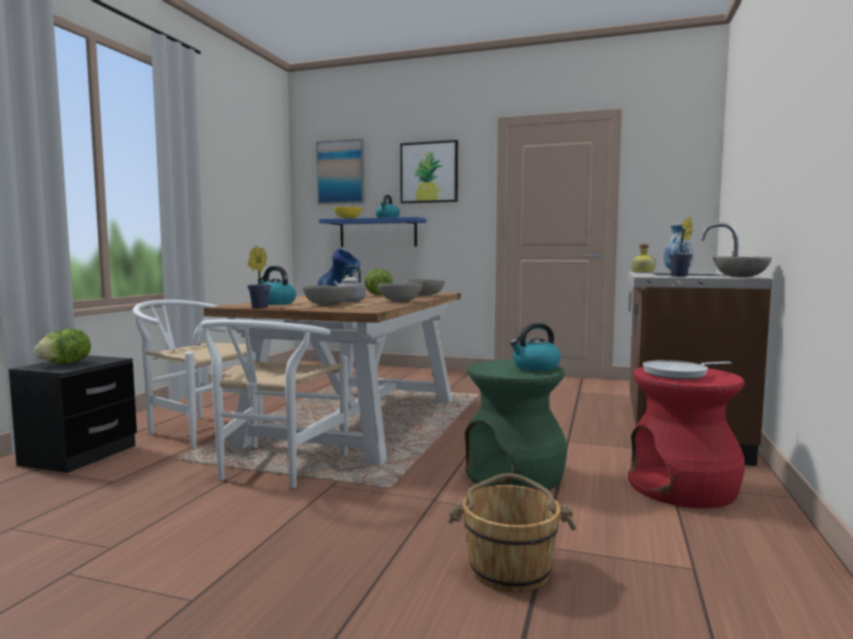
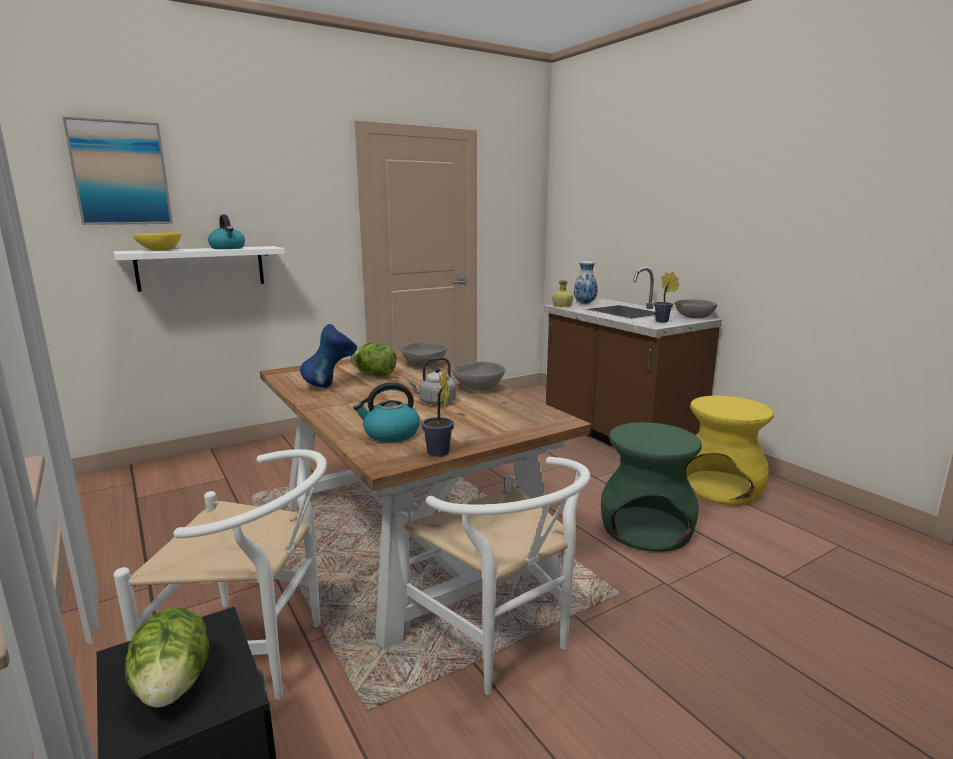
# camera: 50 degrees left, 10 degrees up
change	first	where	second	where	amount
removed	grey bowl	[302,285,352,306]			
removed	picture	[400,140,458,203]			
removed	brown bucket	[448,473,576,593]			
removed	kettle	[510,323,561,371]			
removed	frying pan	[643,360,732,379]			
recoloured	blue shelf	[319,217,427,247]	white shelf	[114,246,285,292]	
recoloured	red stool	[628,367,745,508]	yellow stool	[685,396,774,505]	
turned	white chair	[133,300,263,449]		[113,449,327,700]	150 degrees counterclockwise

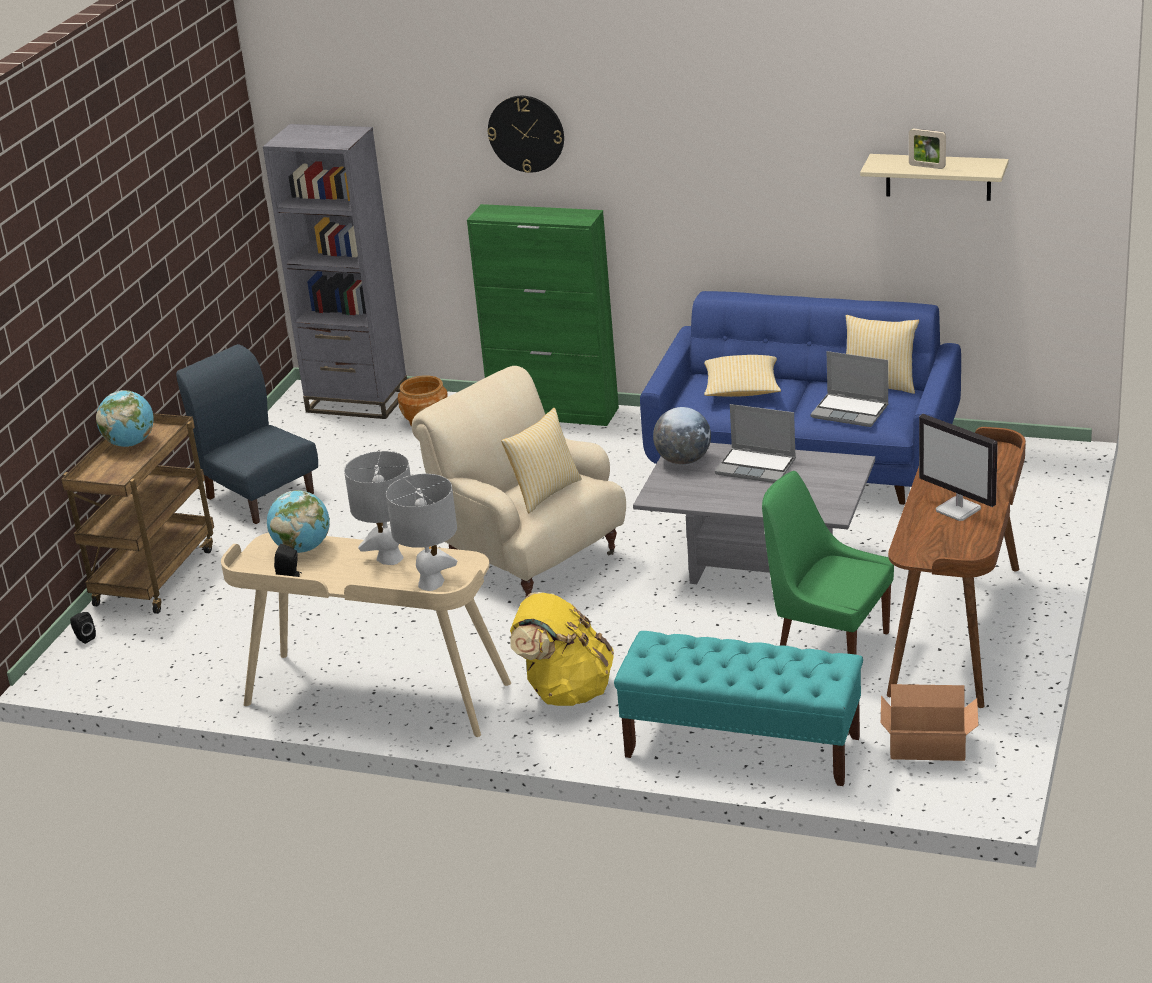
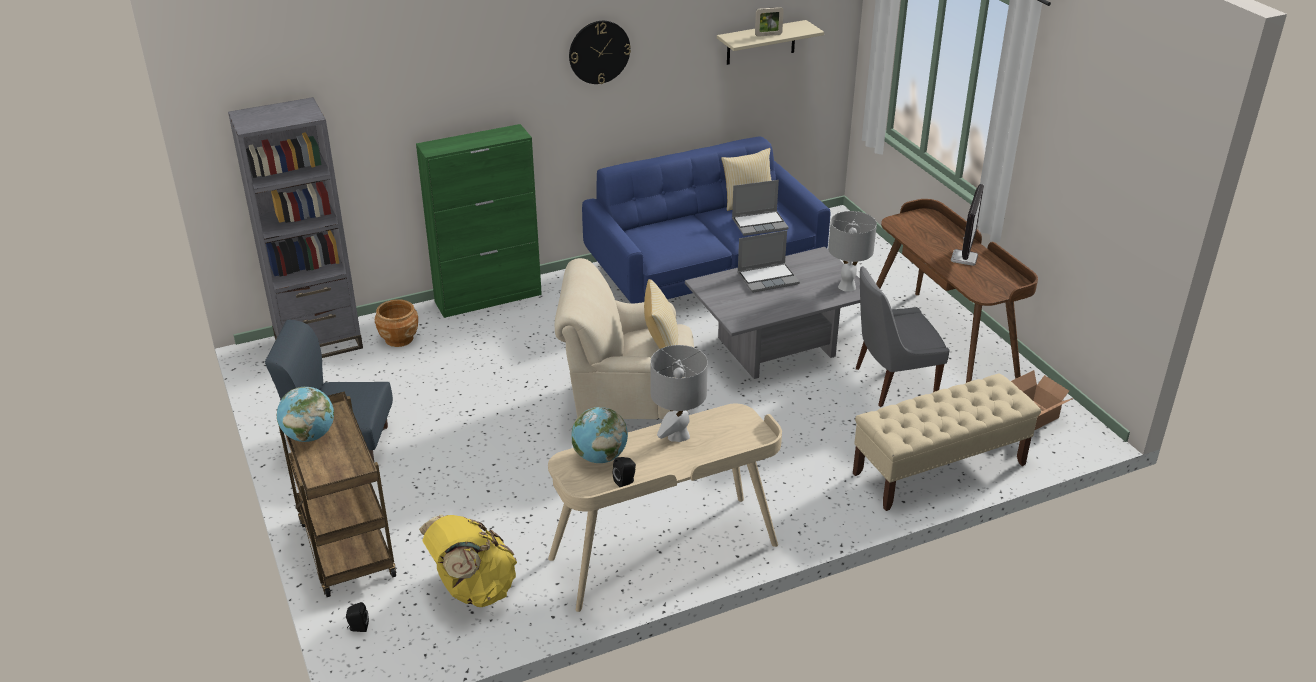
# camera: 45 degrees left, 5 degrees up
change	first	where	second	where	amount
removed	globe	[653,407,711,465]			
removed	pillow	[704,355,781,397]			
moved	grey table lamp	[386,474,457,591]		[828,211,877,292]	
moved	wall clock	[487,96,564,173]		[569,21,631,84]	
moved	yellow backpack	[510,592,614,706]		[419,514,517,607]	
recoloured	turquoise bench	[614,631,863,786]	beige bench	[853,373,1041,511]	
recoloured	green chair	[762,471,894,655]	grey chair	[856,266,950,407]	
turned	monitor	[919,414,998,521]		[951,184,984,266]	75 degrees counterclockwise

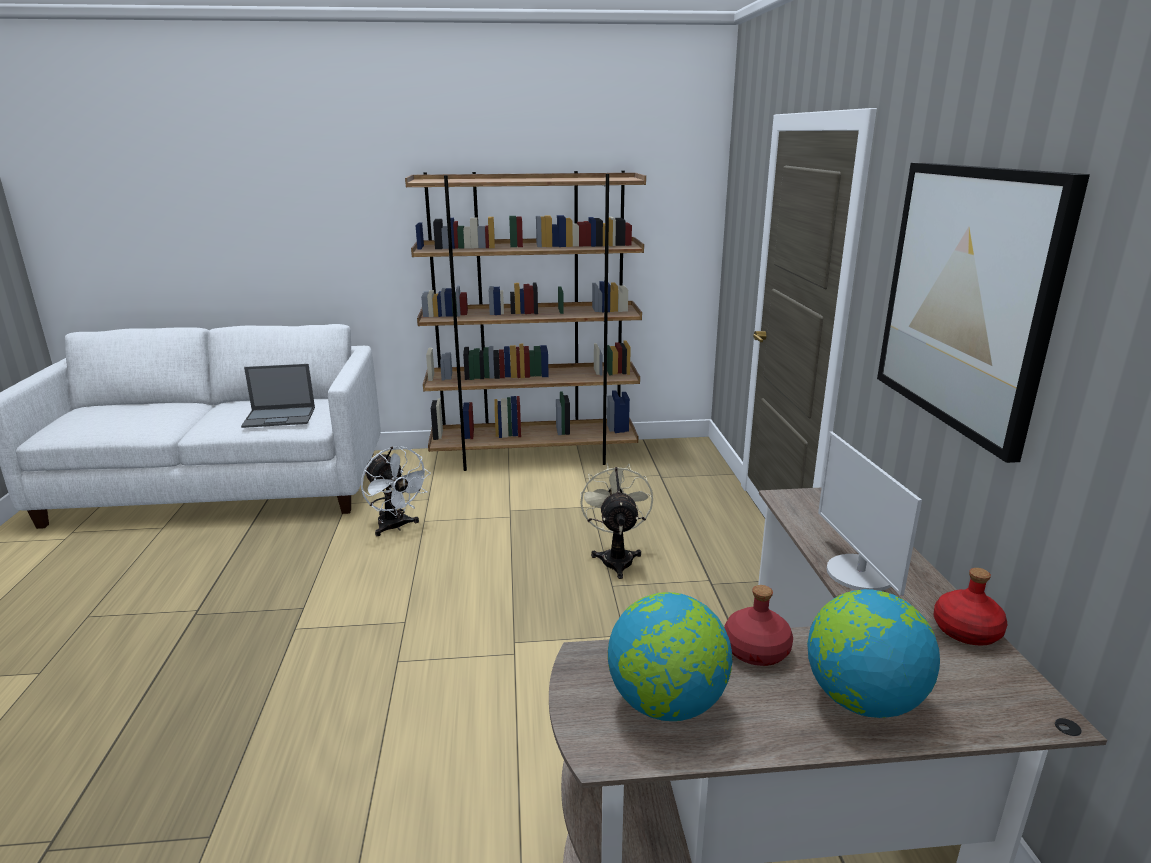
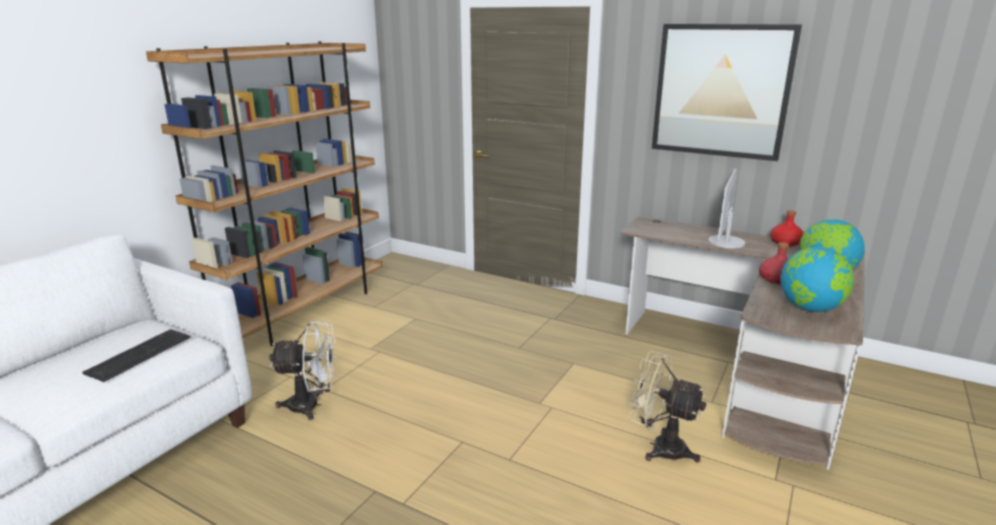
# camera: 55 degrees left, 0 degrees up
change	first	where	second	where	amount
moved	beige fan	[580,463,653,579]		[628,351,706,463]	
replaced	laptop	[241,364,315,428]	keyboard	[82,329,191,382]	
turned	monitor	[818,431,922,596]		[708,169,745,248]	90 degrees clockwise

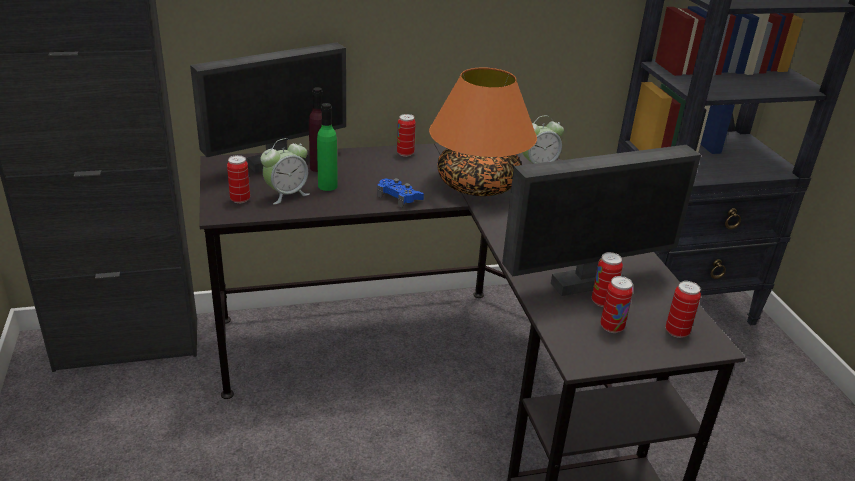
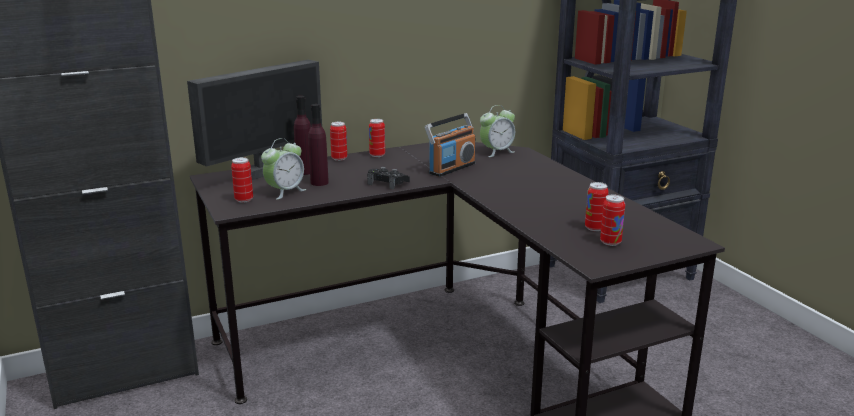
# camera: 10 degrees left, 10 degrees down
change	first	where	second	where	amount
removed	monitor	[502,145,701,296]			
moved	can	[666,281,701,338]		[330,122,347,161]	
replaced	orange table lamp	[429,67,537,196]	radio	[425,113,476,177]	
recoloured	green bottle	[317,103,338,191]	purple bottle	[308,104,329,186]	
recoloured	blue game controller	[377,178,424,208]	black game controller	[367,167,410,189]	

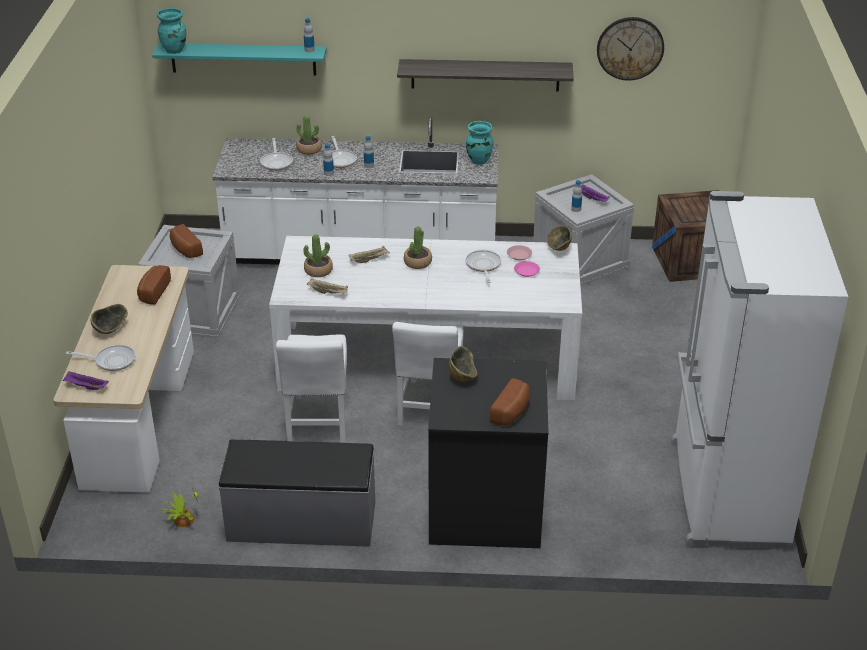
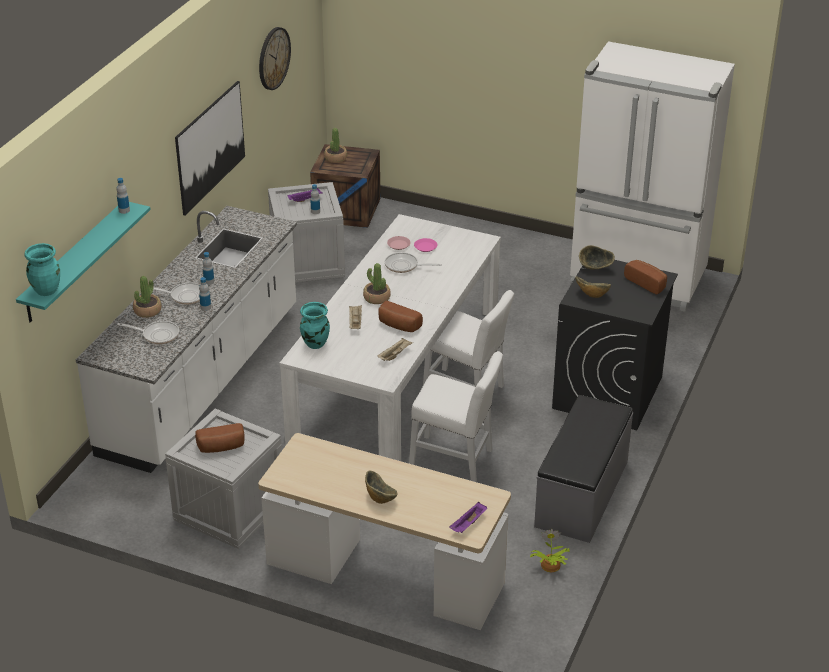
# camera: 70 degrees left, 0 degrees up
change	first	where	second	where	amount
removed	frying pan	[66,345,136,371]			
moved	bread	[137,265,171,305]		[378,301,423,332]	
moved	potted plant	[303,234,333,277]		[324,128,347,163]	
moved	turquoise vase	[466,121,493,165]		[300,302,330,349]	
moved	bowl	[546,226,572,251]		[579,245,615,269]	
replaced	shelf	[397,59,574,92]	picture	[175,81,245,215]	

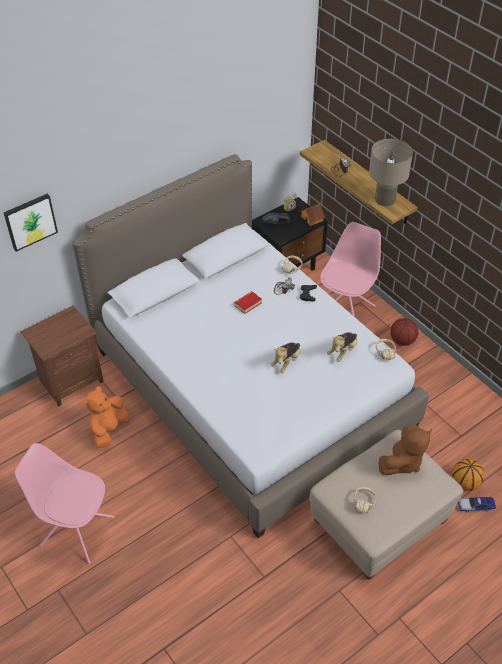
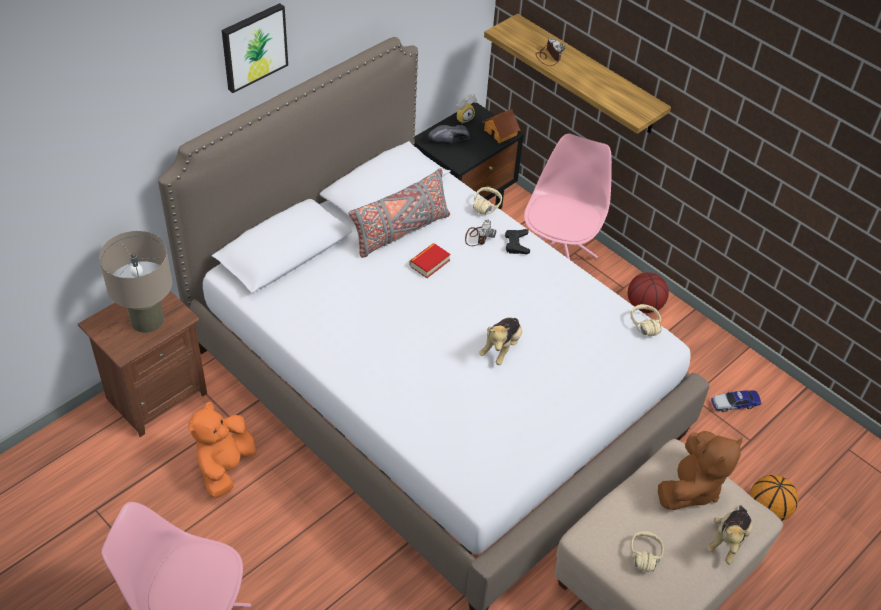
# camera: 10 degrees left, 0 degrees up
change	first	where	second	where	amount
added			grey pillow	[349,168,450,258]	
moved	picture	[4,194,58,252]		[222,3,288,93]	
moved	plush toy	[327,332,357,362]		[707,506,753,564]	
moved	beige table lamp	[369,139,413,206]		[99,231,172,333]	
moved	toy car	[458,496,496,512]		[711,390,762,412]	

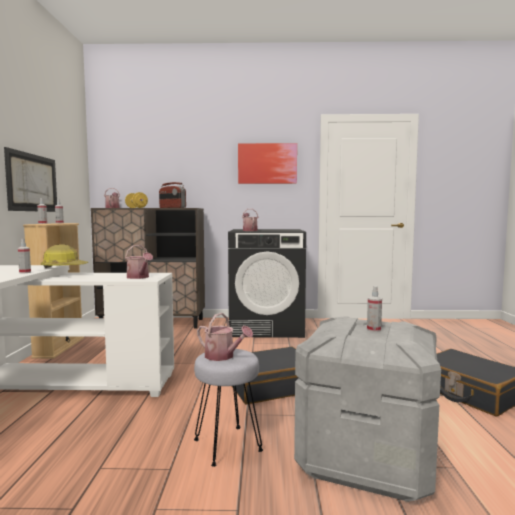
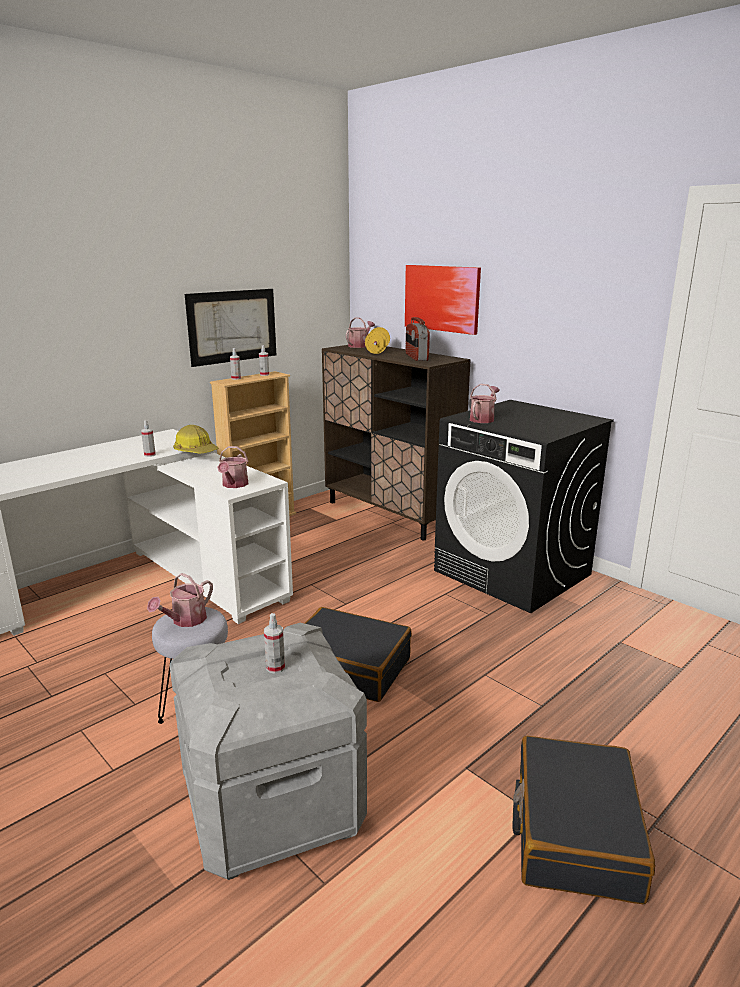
# camera: 45 degrees right, 15 degrees up
change	first	where	second	where	amount
moved	picture	[238,143,297,184]		[405,265,481,335]	
turned	watering can	[197,313,253,361]		[147,573,213,627]	45 degrees clockwise

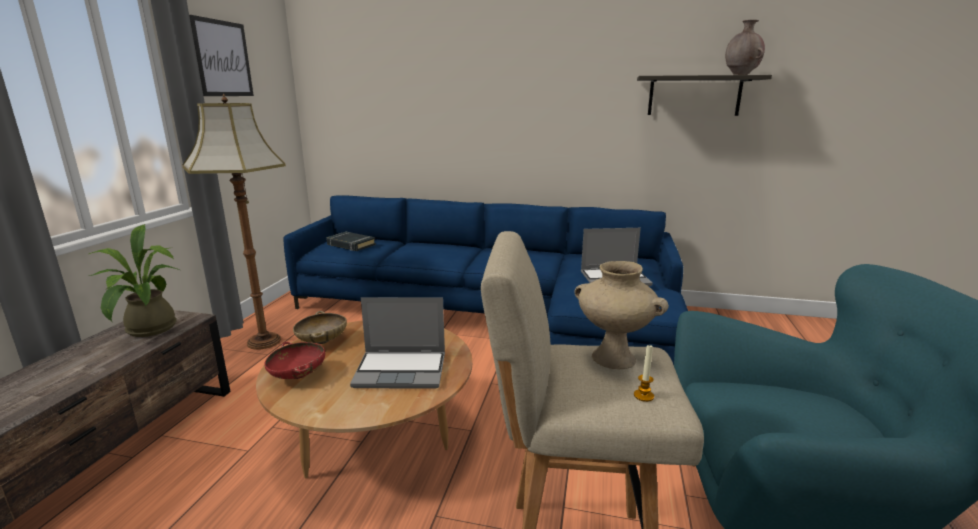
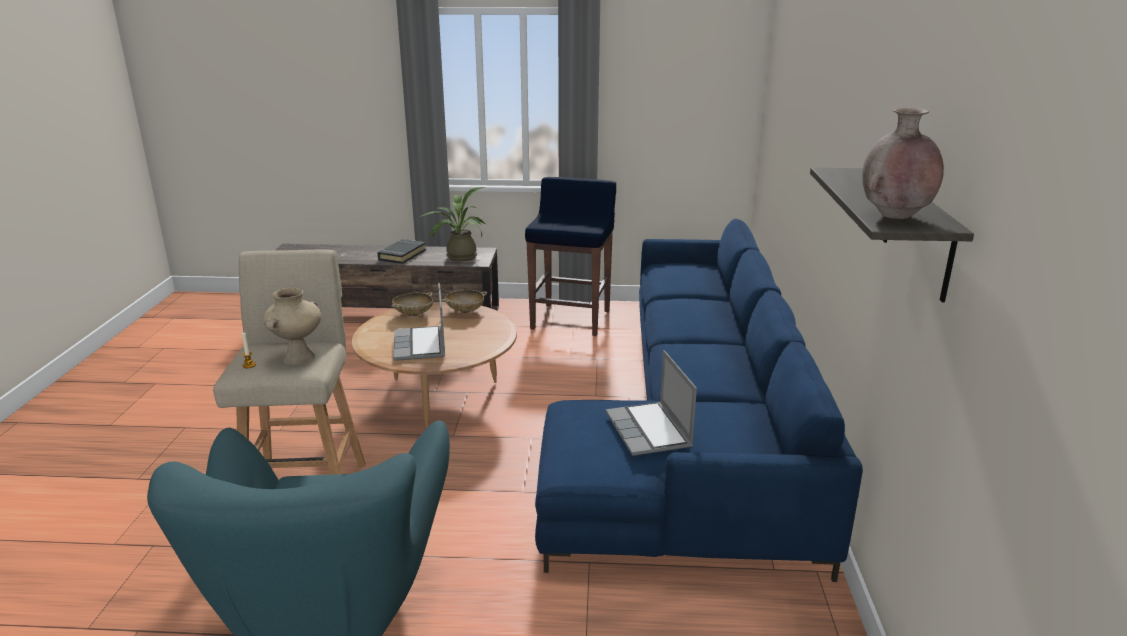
# camera: 80 degrees right, 5 degrees up
change	first	where	second	where	amount
removed	picture	[189,15,254,96]			
moved	black book	[326,232,376,251]		[377,239,426,264]	
replaced	floor lamp	[182,94,286,350]	blue stool	[525,177,616,336]	
recoloured	red bowl	[264,342,325,379]	beige bowl	[391,292,433,317]	

